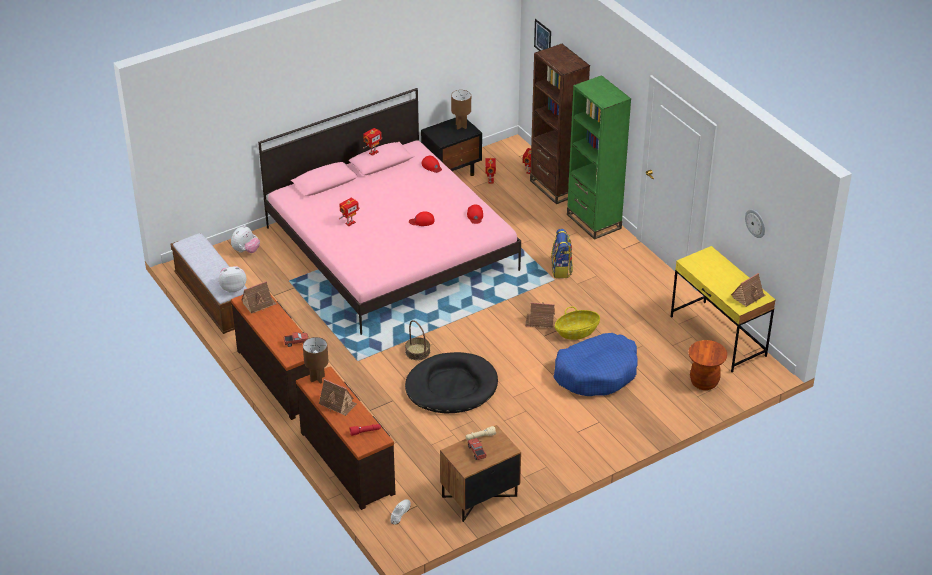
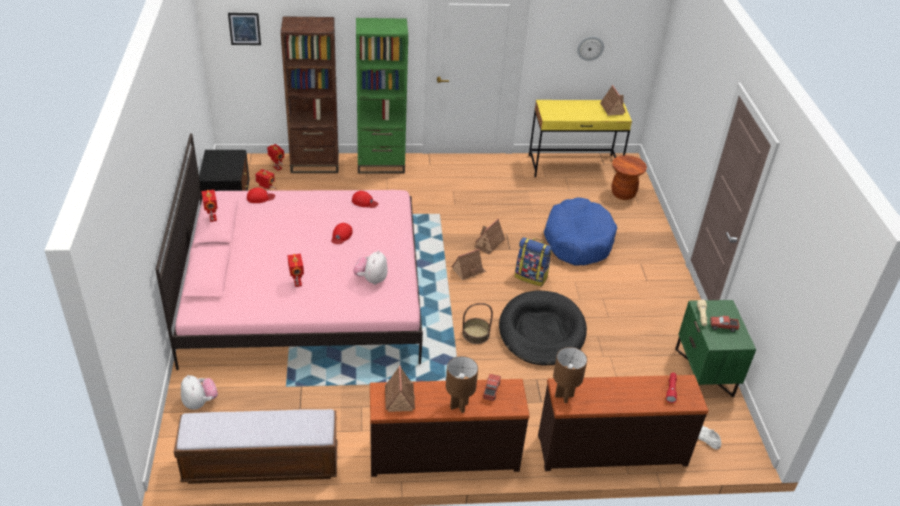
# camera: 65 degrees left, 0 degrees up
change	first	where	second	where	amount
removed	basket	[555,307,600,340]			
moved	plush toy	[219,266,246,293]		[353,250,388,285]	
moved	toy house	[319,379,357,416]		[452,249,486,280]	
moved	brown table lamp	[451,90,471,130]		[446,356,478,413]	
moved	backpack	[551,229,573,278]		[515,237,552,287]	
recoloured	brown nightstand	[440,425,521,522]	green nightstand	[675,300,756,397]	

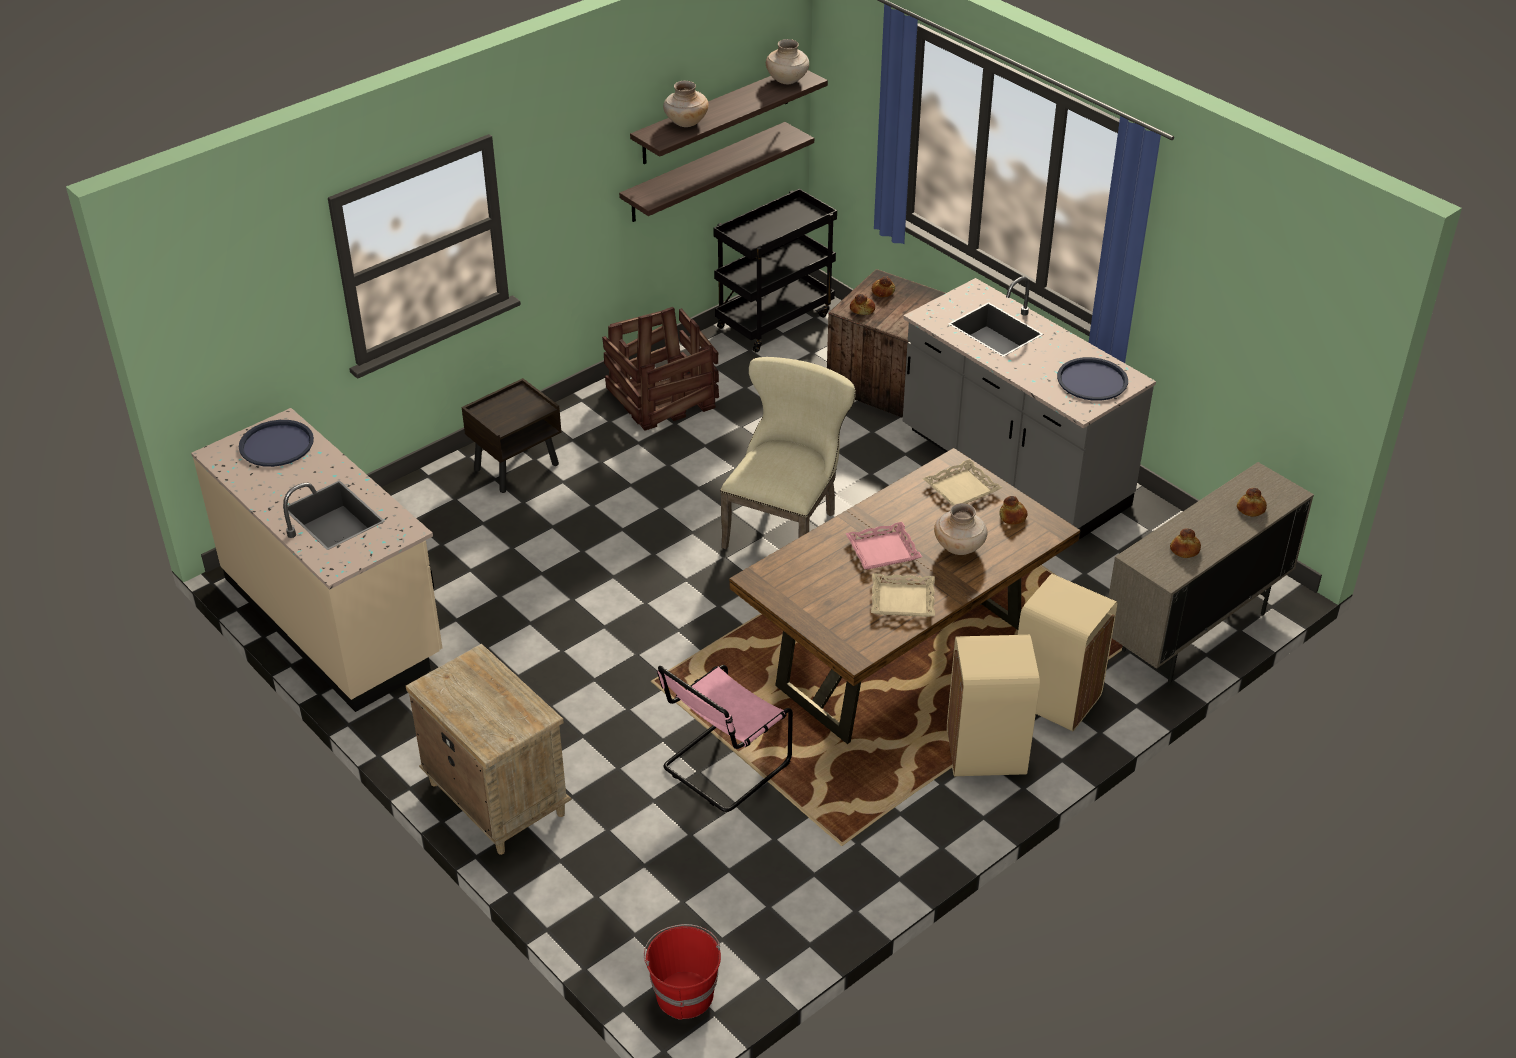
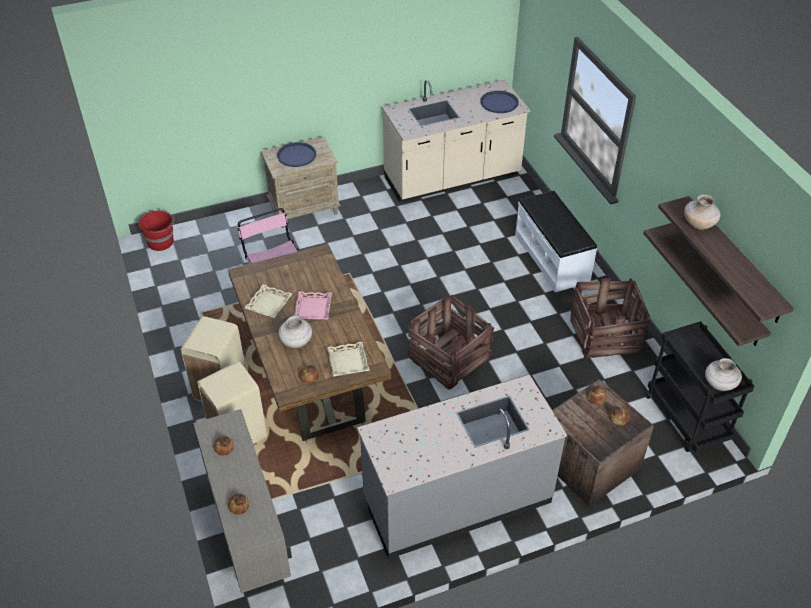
# camera: 110 degrees right, 5 degrees up
change	first	where	second	where	amount
moved	beige vase	[766,39,809,84]		[705,358,742,391]	
moved	blue tray	[1057,357,1128,401]		[277,142,316,167]	
replaced	brown nightstand	[462,378,561,493]	white bench	[515,190,597,292]	
replaced	beige chair	[720,357,856,549]	crate	[408,294,494,390]	

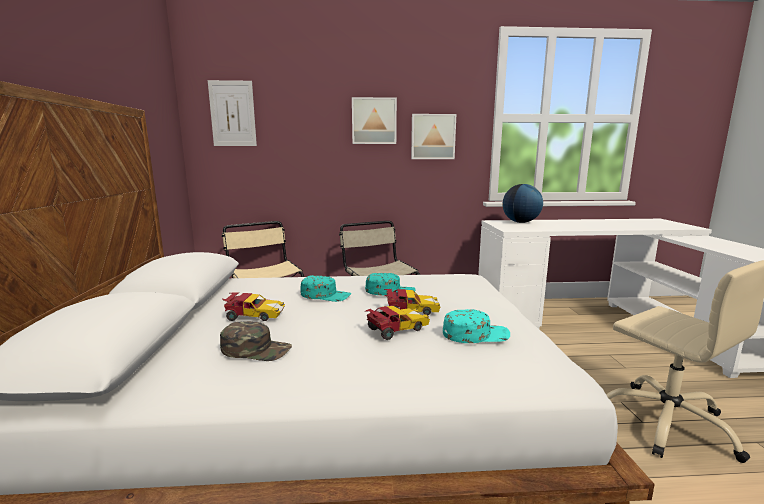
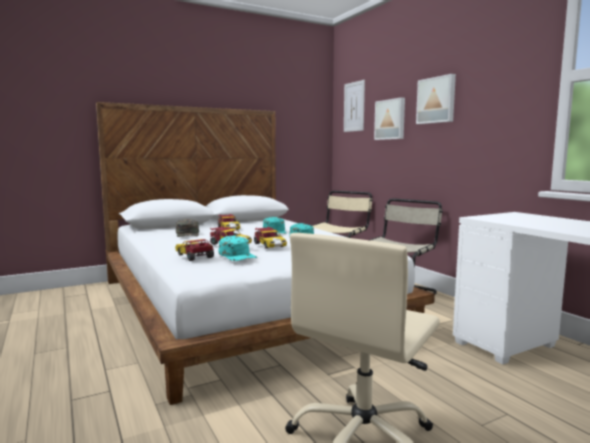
# camera: 65 degrees right, 5 degrees down
change	first	where	second	where	amount
removed	globe	[503,184,543,223]			
added			toy car	[175,239,214,261]	
moved	picture	[411,114,456,159]		[374,97,405,140]	

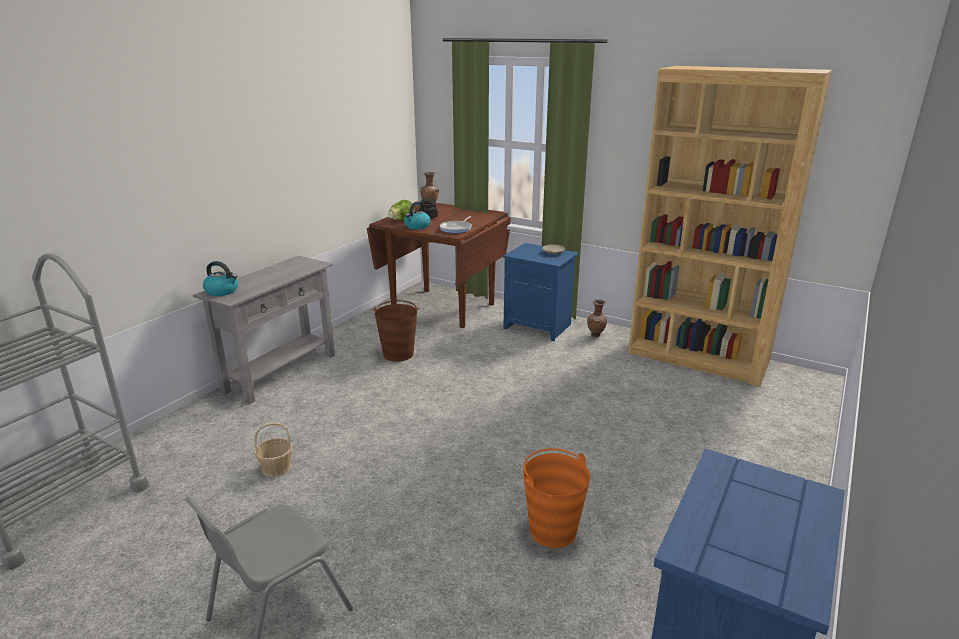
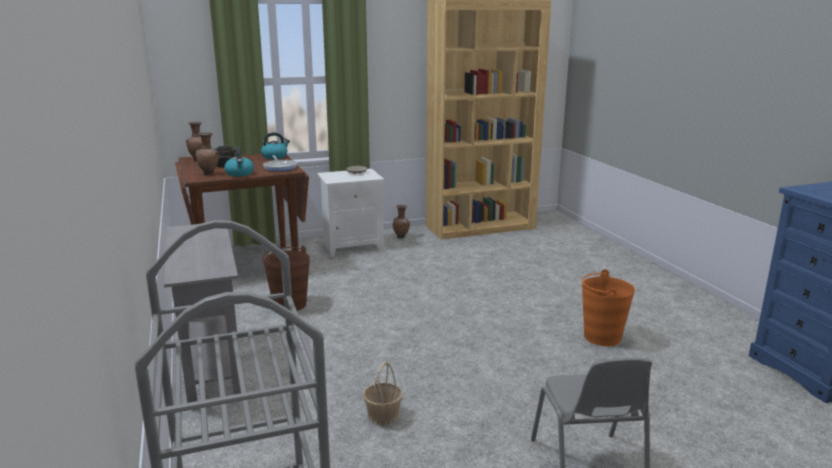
# camera: 50 degrees left, 5 degrees down
change	first	where	second	where	amount
moved	kettle	[203,261,238,296]		[261,132,290,159]	
replaced	lettuce	[388,200,415,221]	brown vase	[195,132,219,175]	
recoloured	blue nightstand	[503,243,579,341]	white nightstand	[317,169,384,257]	

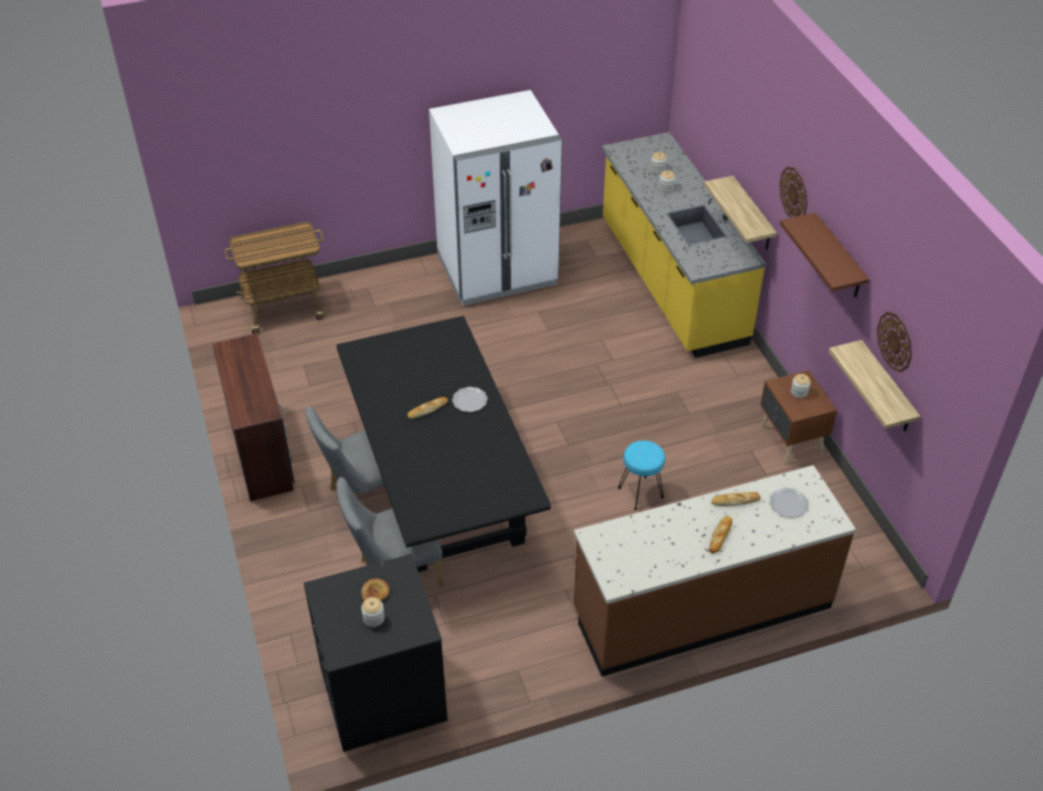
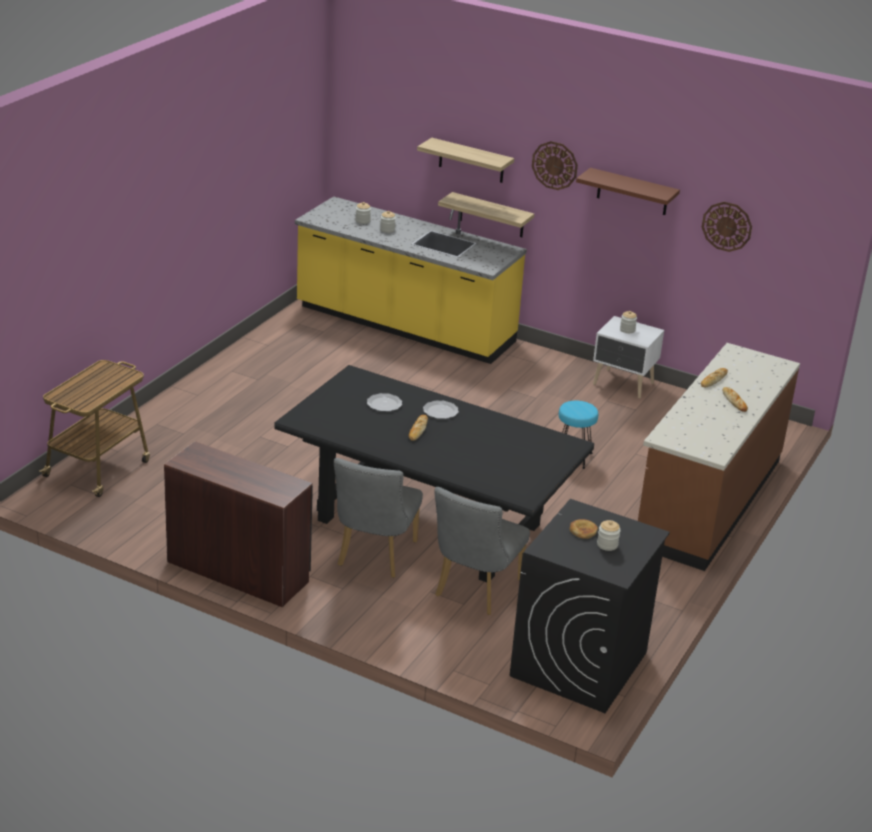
# camera: 45 degrees left, 15 degrees down
change	first	where	second	where	amount
removed	white fridge	[429,90,562,305]			
moved	plate	[769,488,808,518]		[367,393,402,412]	
moved	shelf	[829,340,920,431]		[417,138,514,183]	
recoloured	brown nightstand	[760,370,837,464]	white nightstand	[593,316,664,398]	

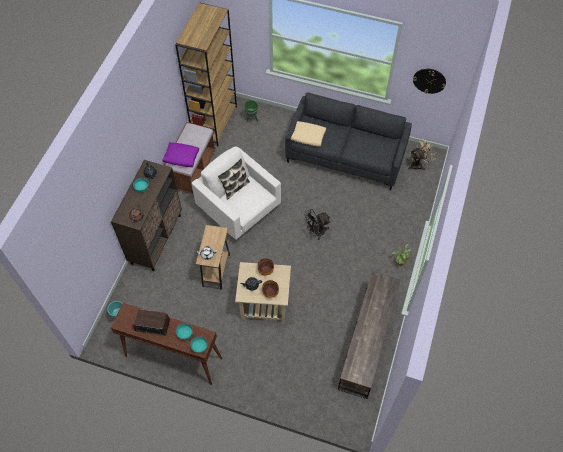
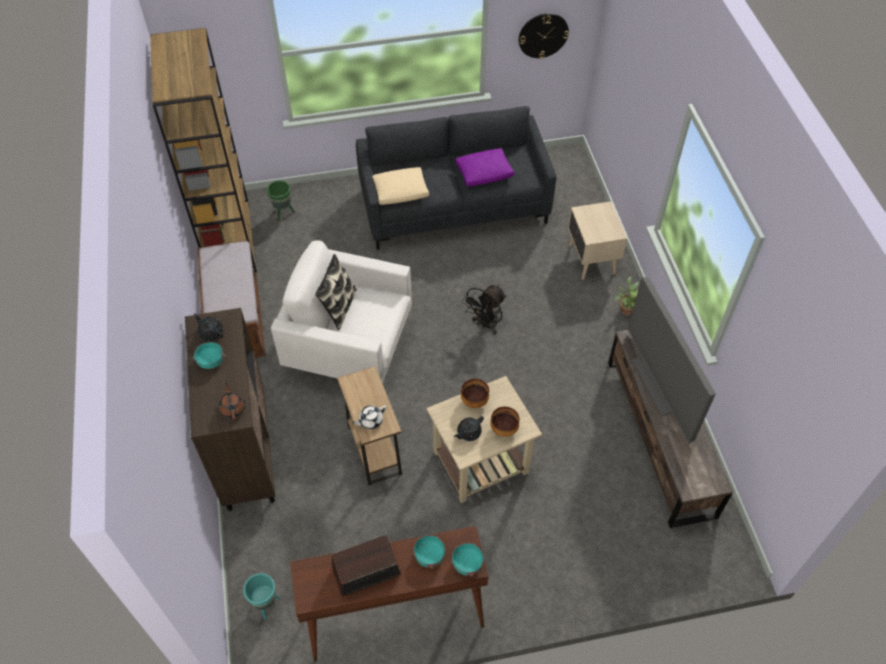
# camera: 30 degrees left, 5 degrees down
change	first	where	second	where	amount
removed	beige fan	[408,138,436,170]			
added			beige nightstand	[568,201,627,280]	
added			television	[627,277,716,444]	
moved	purple pillow	[162,142,199,167]		[455,148,514,187]	

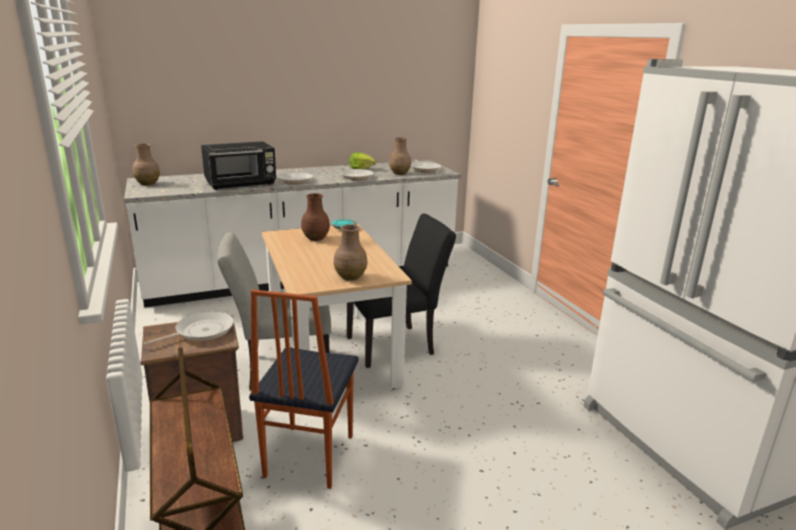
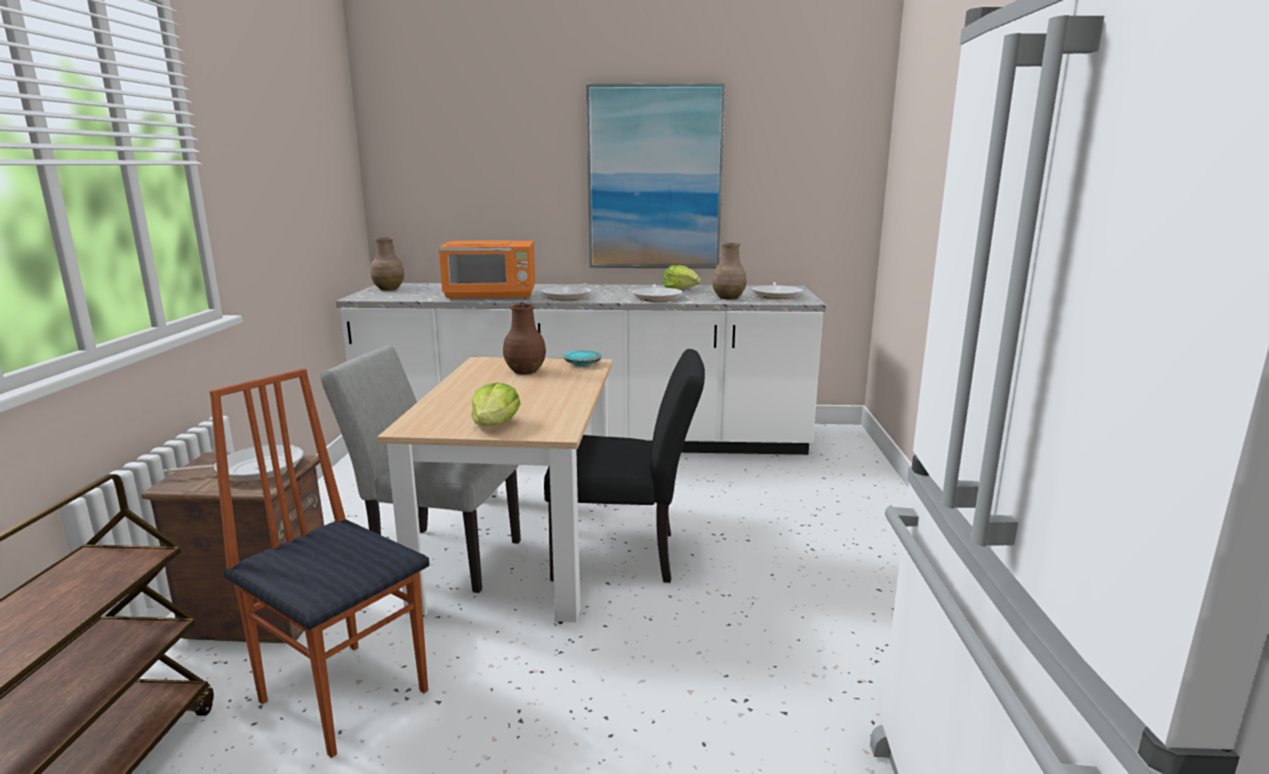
# camera: 25 degrees right, 5 degrees down
change	first	where	second	where	amount
added			picture	[586,83,725,269]	
replaced	brown vase	[334,224,368,281]	lettuce	[471,382,520,426]	
recoloured	black microwave	[201,141,276,190]	orange microwave	[438,240,535,300]	
turned	chair	[249,289,359,489]		[209,368,429,758]	90 degrees clockwise

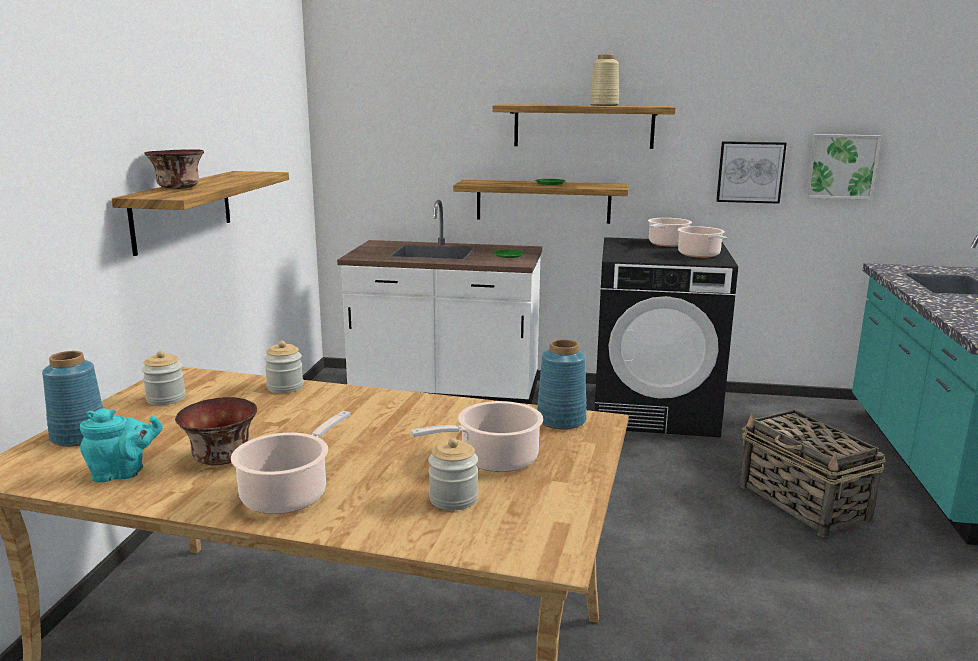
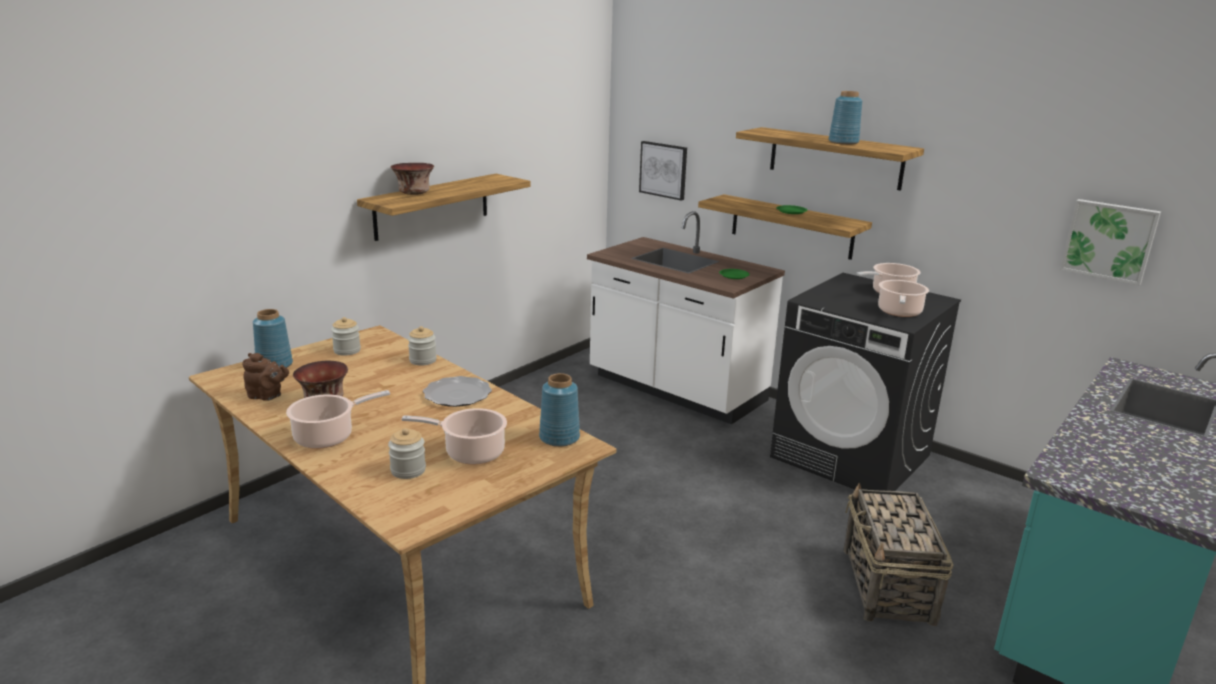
# camera: 30 degrees right, 5 degrees up
change	first	where	second	where	amount
added			plate	[423,376,492,407]	
moved	picture	[716,141,787,204]		[639,141,687,201]	
recoloured	turquoise teapot	[80,408,163,482]	brown teapot	[242,353,289,401]	
recoloured	beige vase	[589,55,619,106]	blue vase	[829,91,862,145]	

